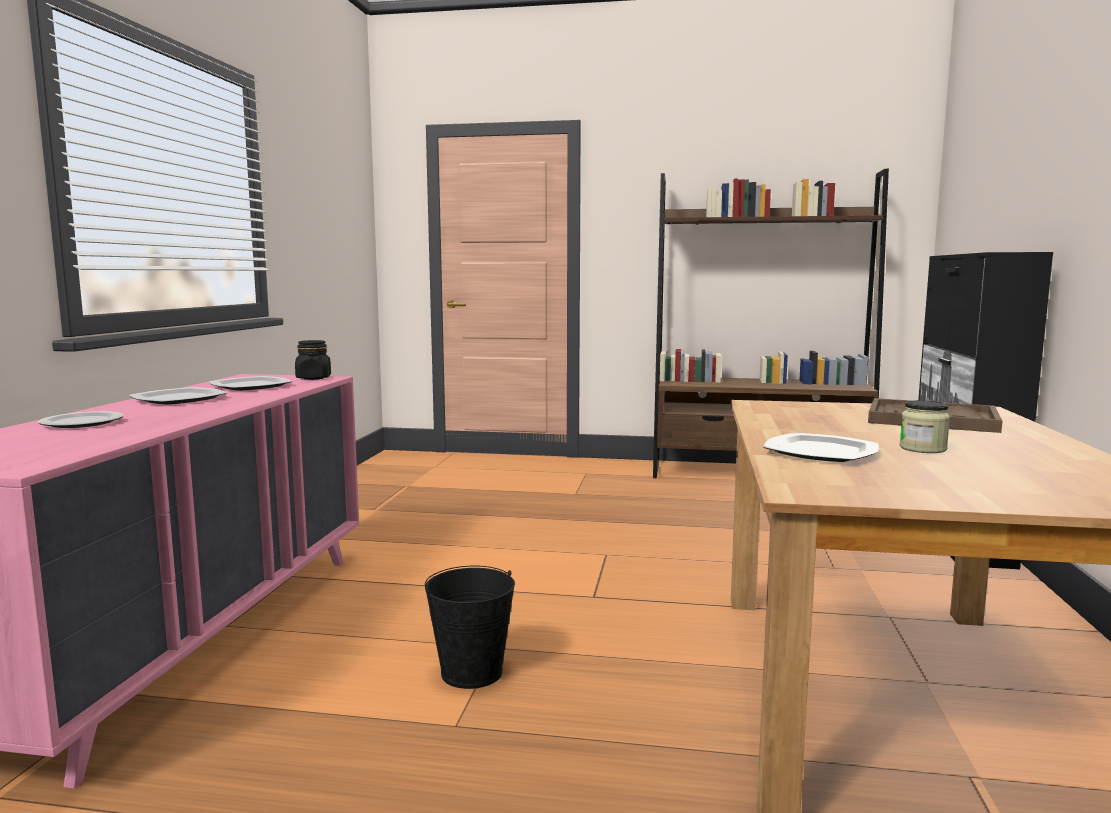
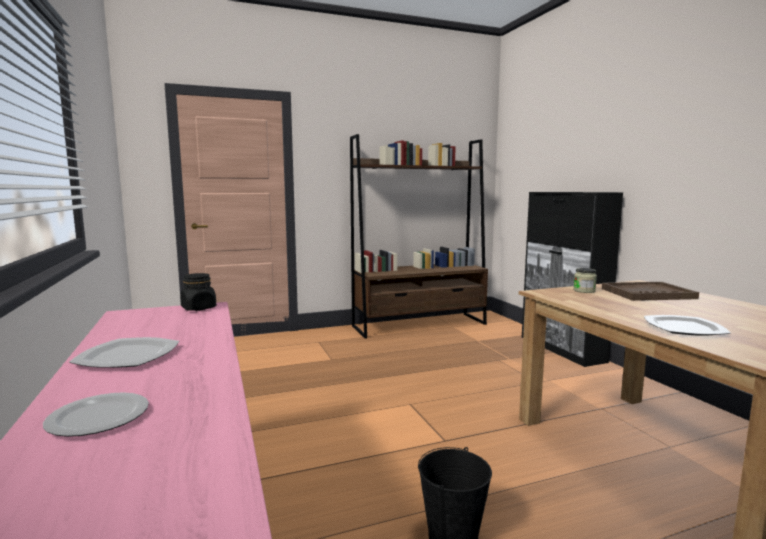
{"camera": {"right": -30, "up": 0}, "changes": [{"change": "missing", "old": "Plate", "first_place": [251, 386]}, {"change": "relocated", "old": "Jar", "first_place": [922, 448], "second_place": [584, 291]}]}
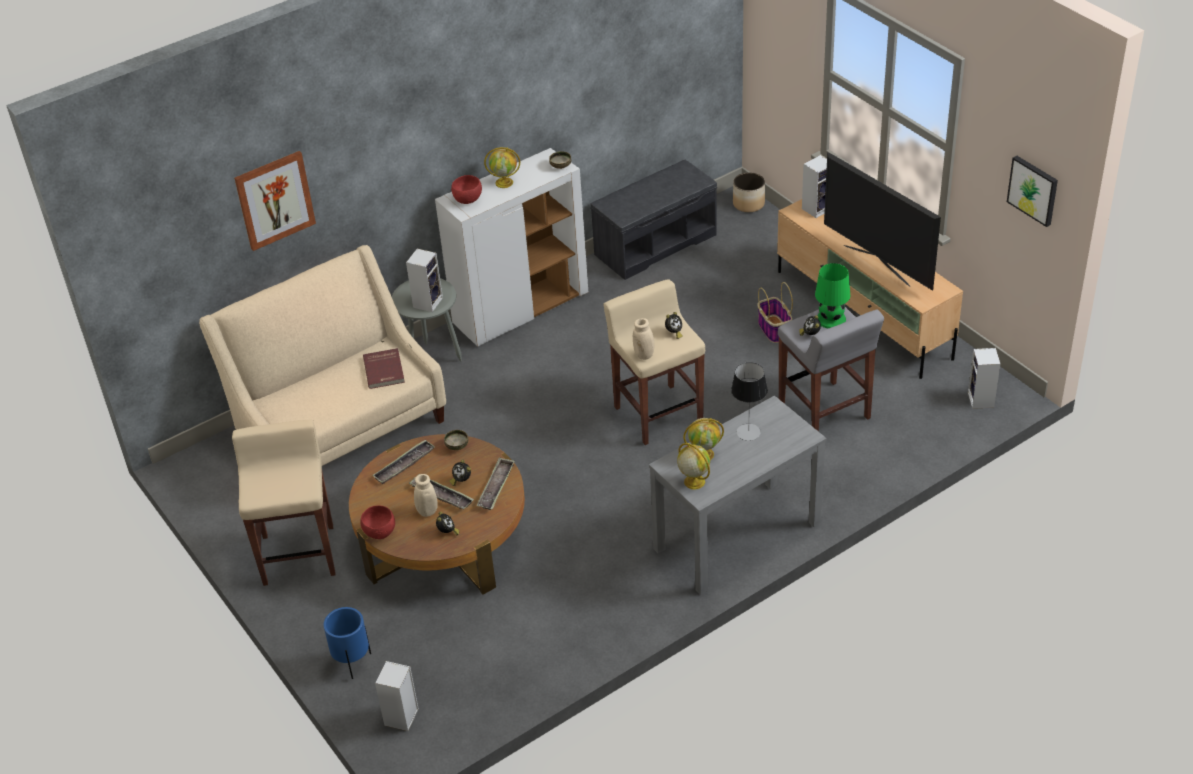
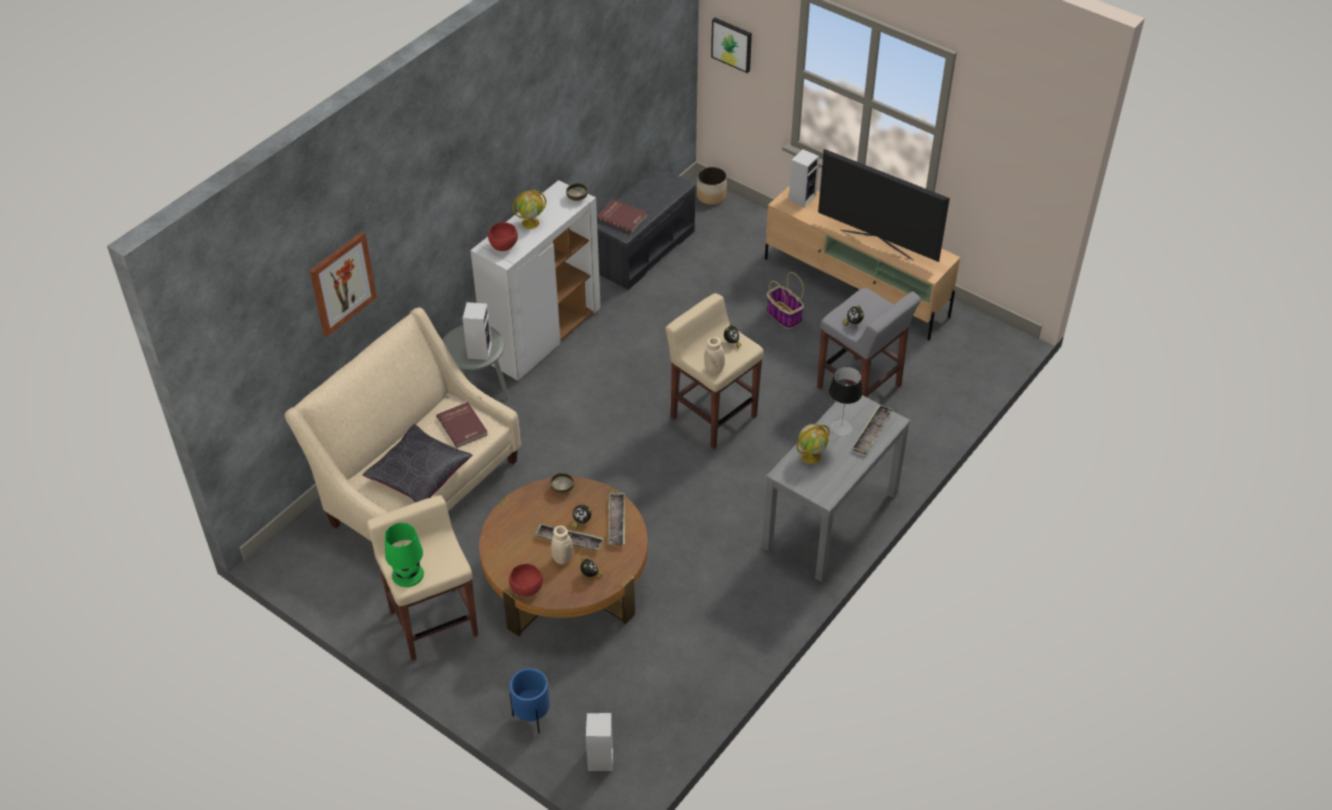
{"camera": {"right": -20, "up": 5}, "changes": [{"change": "relocated", "old": "Picture", "first_place": [1033, 190], "second_place": [732, 44]}, {"change": "relocated", "old": "GreenTableLamp", "first_place": [831, 319], "second_place": [408, 574]}, {"change": "missing", "old": "Speaker", "first_place": [981, 400]}, {"change": "relocated", "old": "Tray", "first_place": [404, 465], "second_place": [872, 432]}, {"change": "missing", "old": "Globe", "first_place": [693, 481]}, {"change": "appeared", "new": "RedBook", "second_place": [622, 217]}, {"change": "appeared", "new": "BlackPillow", "second_place": [419, 474]}]}
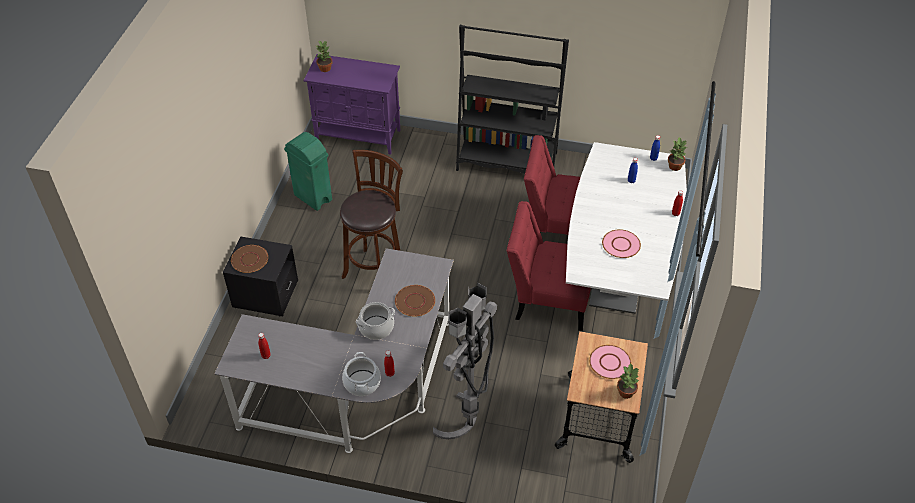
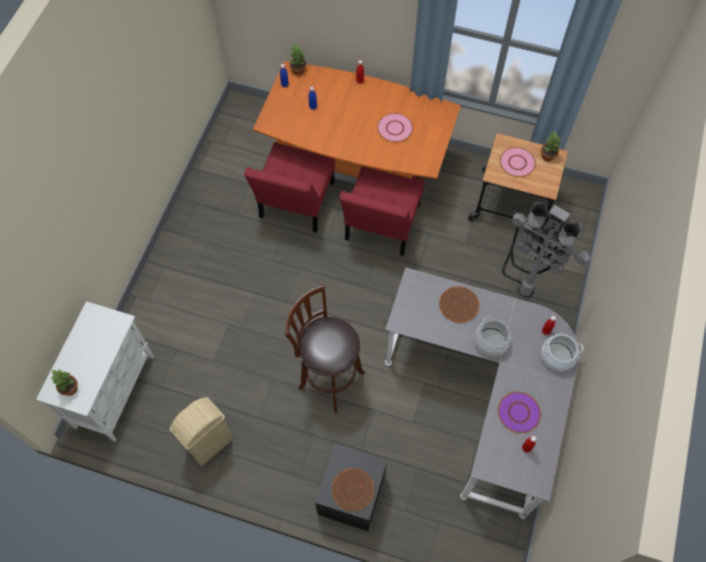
{"camera": {"right": -85, "up": 15}, "changes": [{"change": "missing", "old": "BlackBookcase", "first_place": [507, 162]}, {"change": "colour", "old": "PurpleCabinet", "new": "WhiteCabinet", "first_place": [359, 136], "second_place": [115, 390]}, {"change": "colour", "old": "GreenTrashCan", "new": "BeigeTrashCan", "first_place": [313, 198], "second_place": [210, 444]}, {"change": "colour", "old": "WhiteDiningTable", "new": "OrangeDiningTable", "first_place": [617, 275], "second_place": [357, 167]}, {"change": "appeared", "new": "PurplePlate", "second_place": [519, 413]}]}
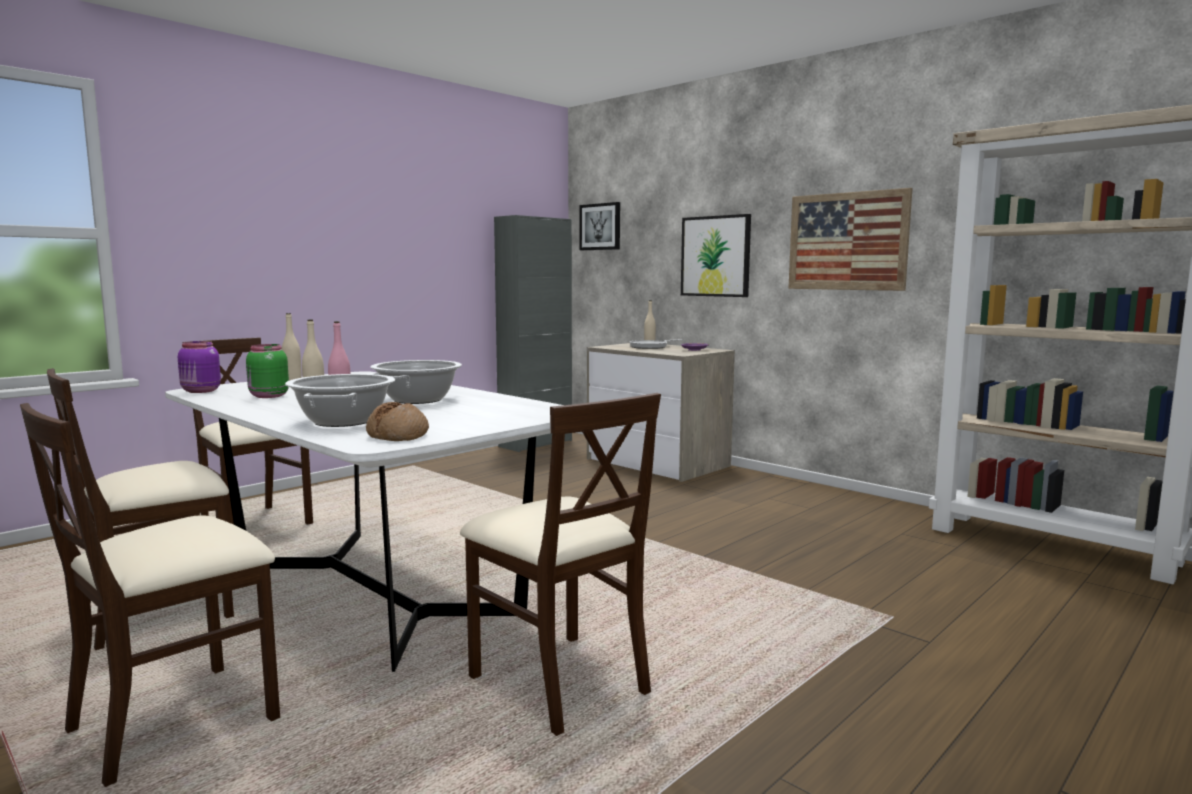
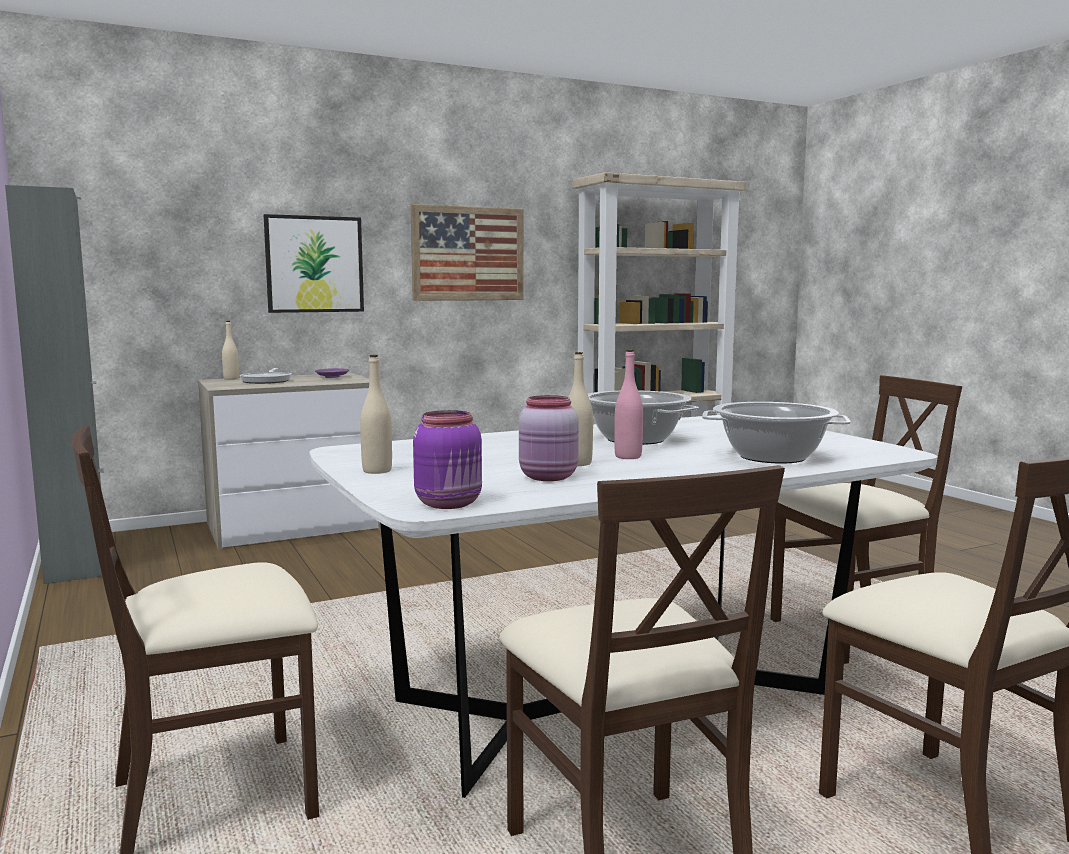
{"camera": {"right": -70, "up": 0}, "changes": [{"change": "missing", "old": "Picture", "first_place": [600, 227]}, {"change": "colour", "old": "GreenJar", "new": "PinkJar", "first_place": [268, 396], "second_place": [549, 477]}, {"change": "missing", "old": "Bread", "first_place": [398, 435]}]}
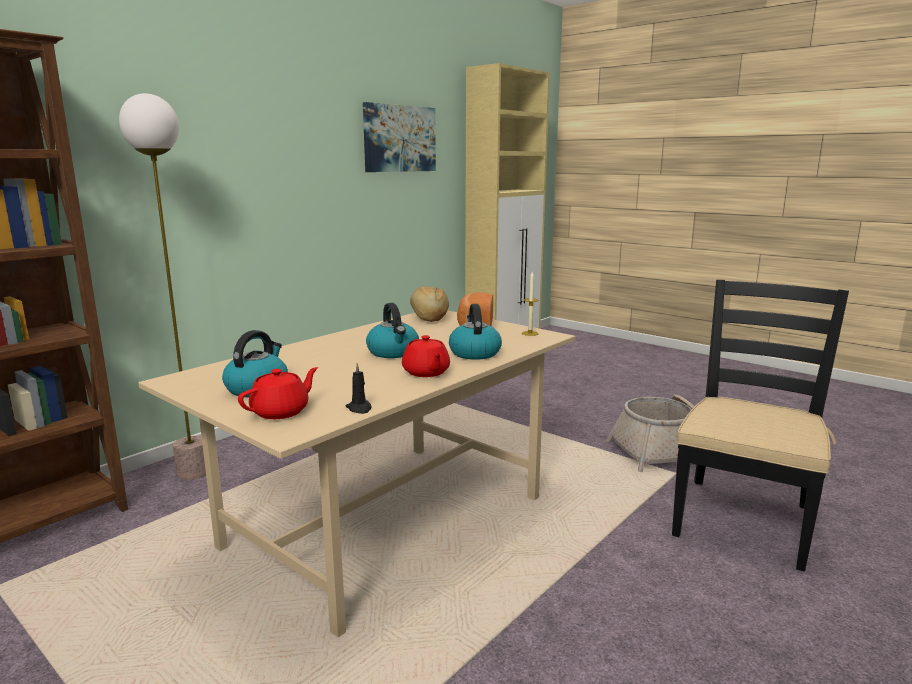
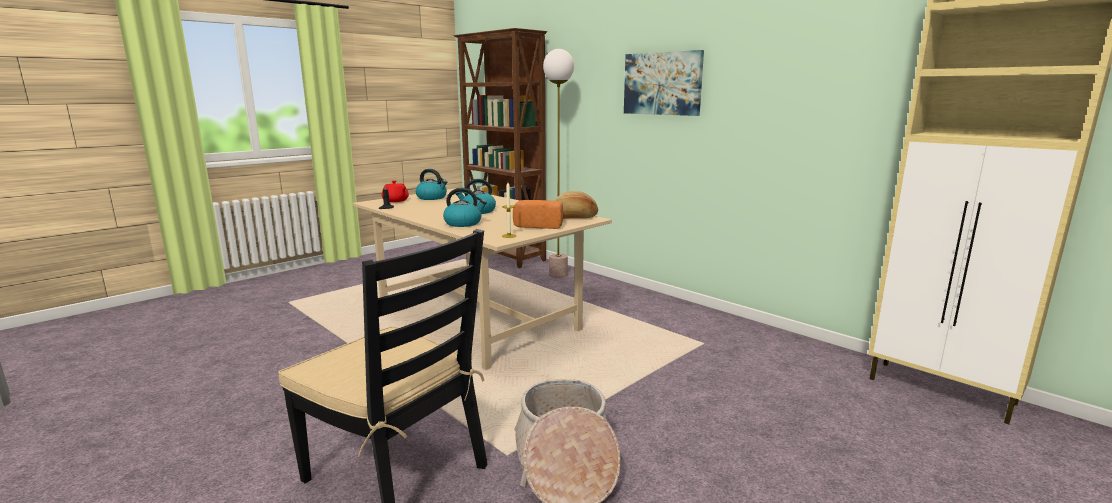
{"camera": {"right": 95, "up": 0}, "changes": [{"change": "relocated", "old": "Picture", "first_place": [399, 139], "second_place": [662, 83]}, {"change": "missing", "old": "RedTeapot", "first_place": [426, 372]}]}
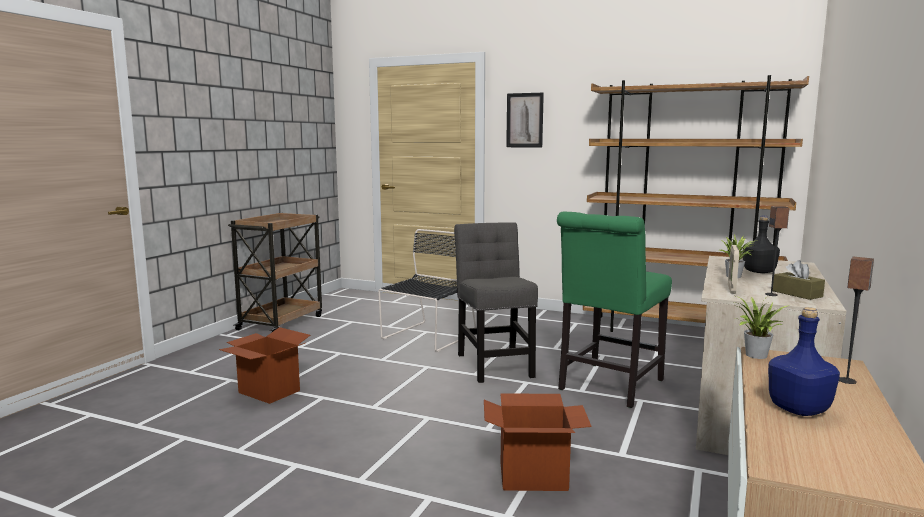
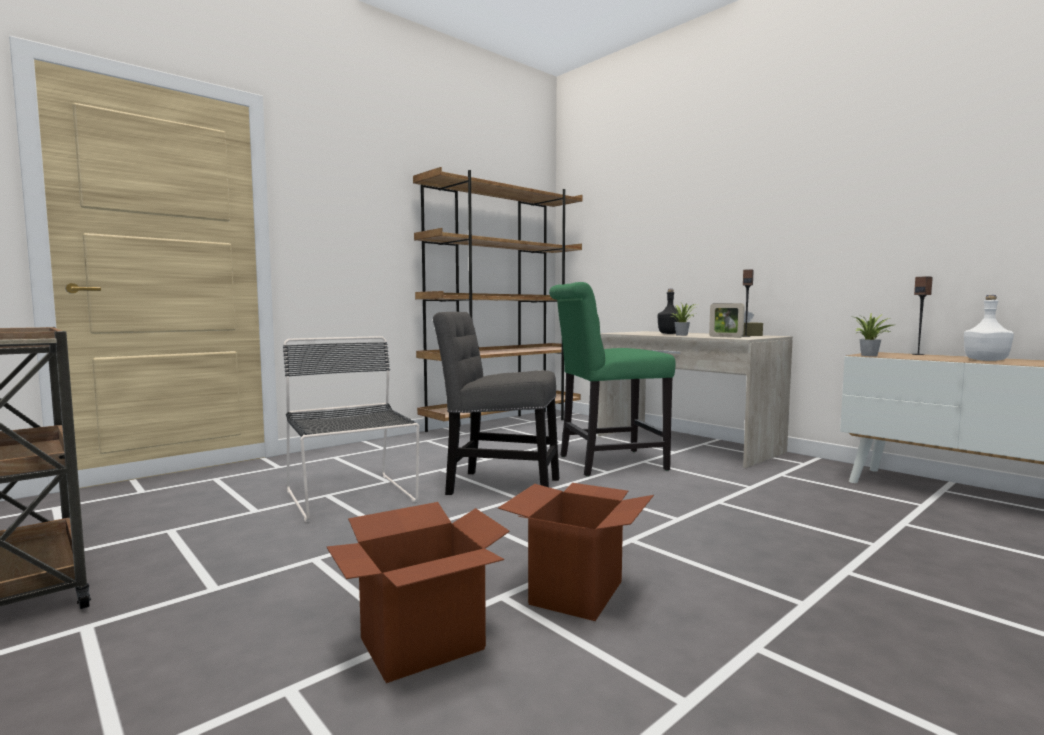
{"camera": {"right": -65, "up": -5}, "changes": [{"change": "missing", "old": "Picture", "first_place": [524, 120]}, {"change": "spun", "old": "GreenChair", "first_place": [608, 386], "second_place": [606, 463], "degrees": 105}, {"change": "colour", "old": "BlueBottle", "new": "WhiteBottle", "first_place": [800, 410], "second_place": [986, 360]}, {"change": "relocated", "old": "CardboardBox", "first_place": [533, 476], "second_place": [576, 592]}]}
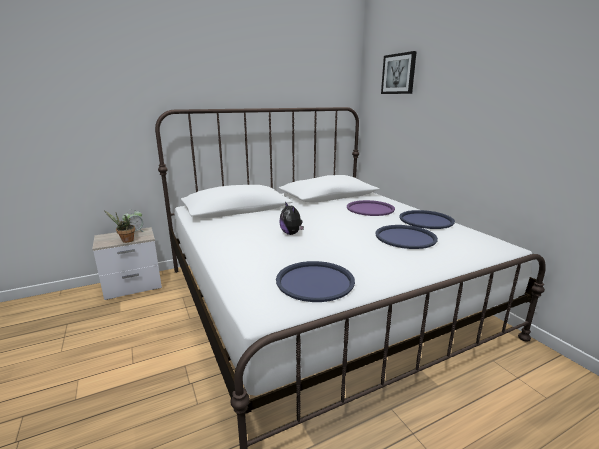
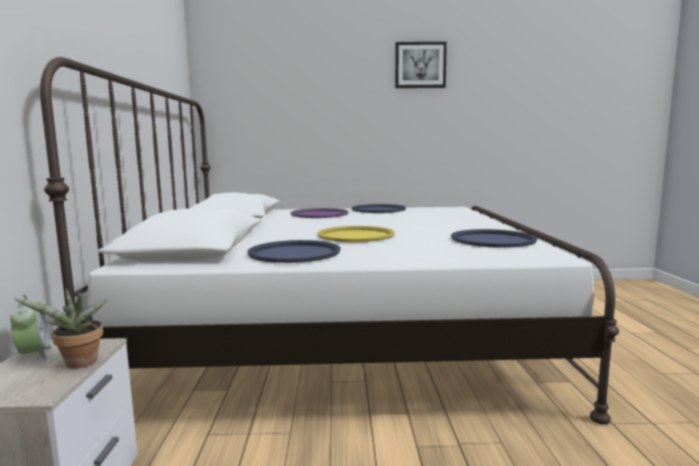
{"camera": {"right": -65, "up": -10}, "changes": [{"change": "relocated", "old": "Picture", "first_place": [398, 74], "second_place": [420, 65]}, {"change": "exchanged", "old": "PlushToy", "new": "YellowTray", "first_place": [291, 233], "second_place": [355, 235]}, {"change": "relocated", "old": "BlueTray", "first_place": [405, 237], "second_place": [294, 253]}]}
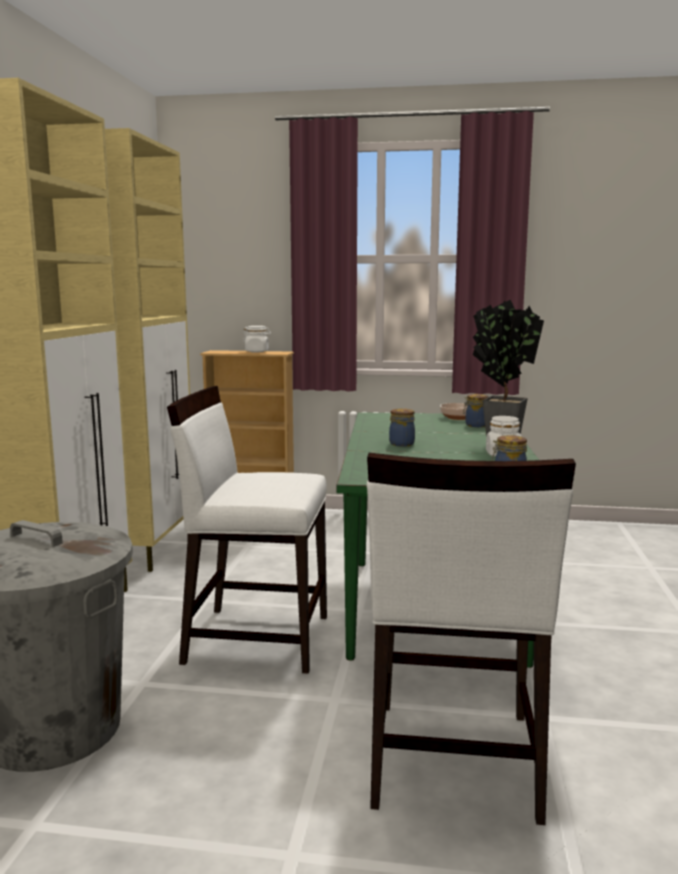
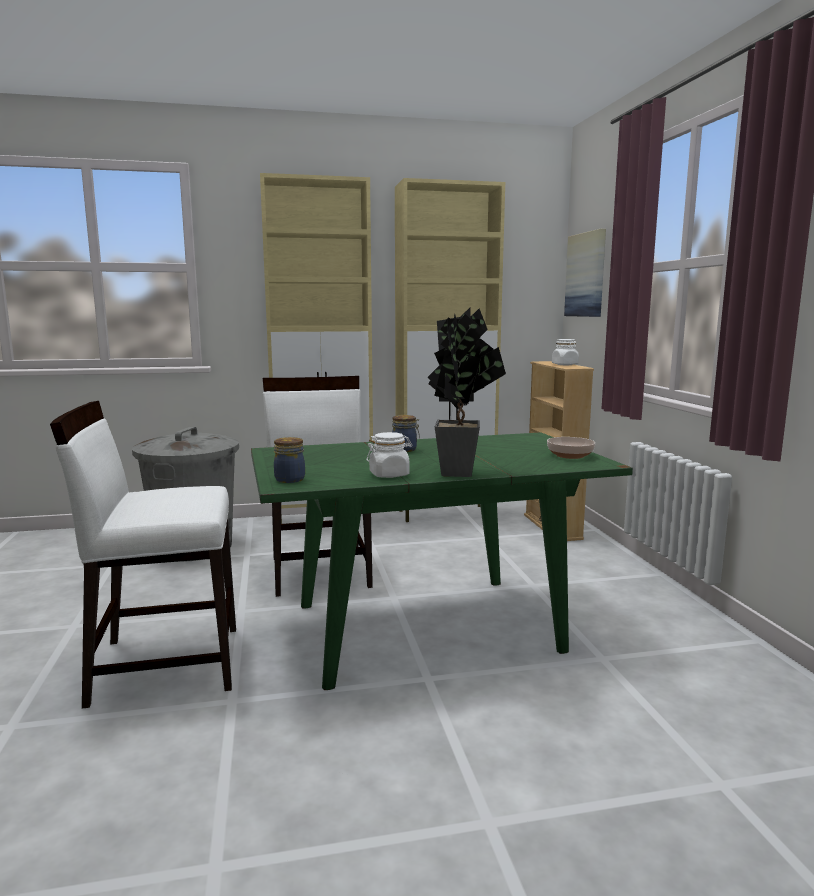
{"camera": {"right": 70, "up": 0}, "changes": [{"change": "missing", "old": "Jar", "first_place": [475, 425]}, {"change": "appeared", "new": "Picture", "second_place": [586, 275]}]}
